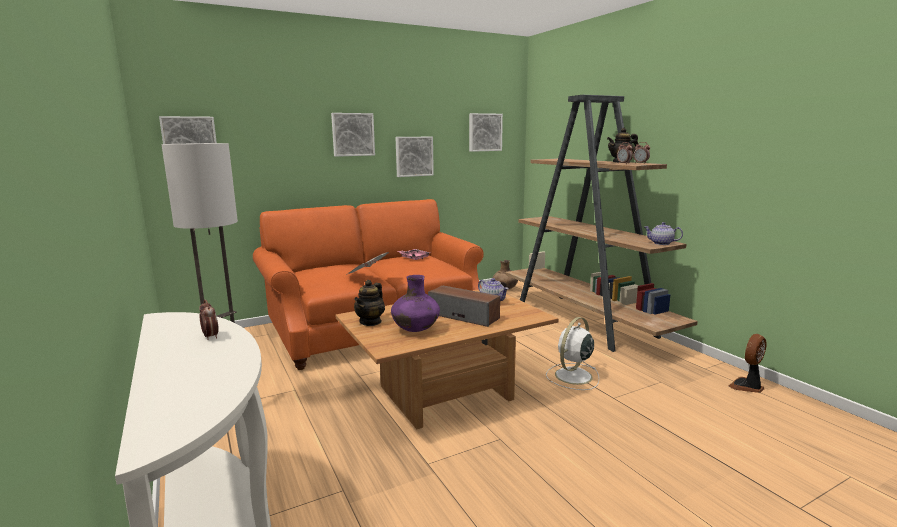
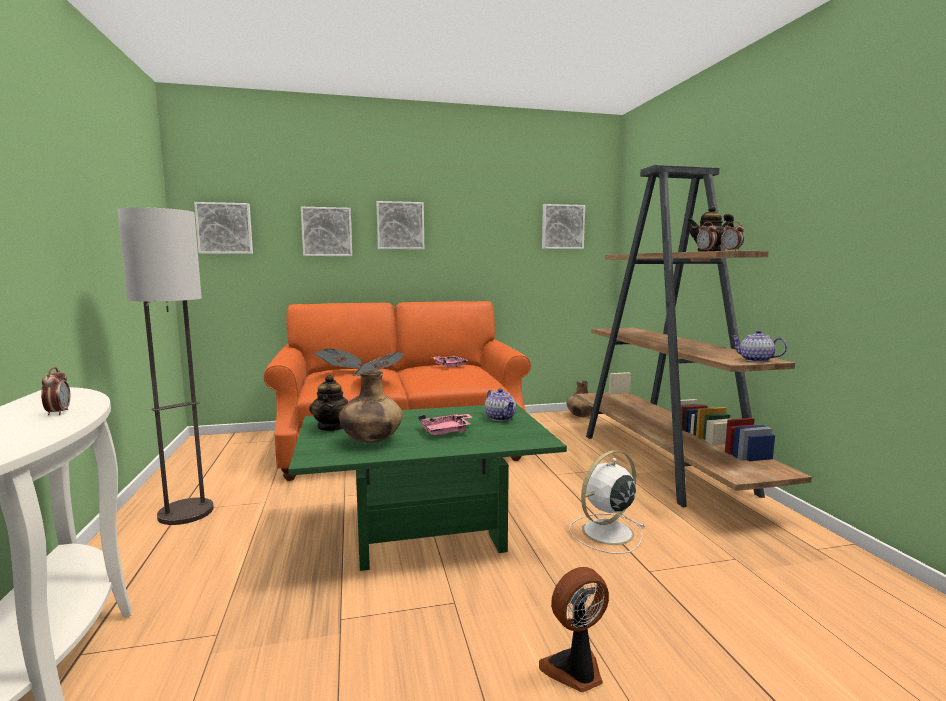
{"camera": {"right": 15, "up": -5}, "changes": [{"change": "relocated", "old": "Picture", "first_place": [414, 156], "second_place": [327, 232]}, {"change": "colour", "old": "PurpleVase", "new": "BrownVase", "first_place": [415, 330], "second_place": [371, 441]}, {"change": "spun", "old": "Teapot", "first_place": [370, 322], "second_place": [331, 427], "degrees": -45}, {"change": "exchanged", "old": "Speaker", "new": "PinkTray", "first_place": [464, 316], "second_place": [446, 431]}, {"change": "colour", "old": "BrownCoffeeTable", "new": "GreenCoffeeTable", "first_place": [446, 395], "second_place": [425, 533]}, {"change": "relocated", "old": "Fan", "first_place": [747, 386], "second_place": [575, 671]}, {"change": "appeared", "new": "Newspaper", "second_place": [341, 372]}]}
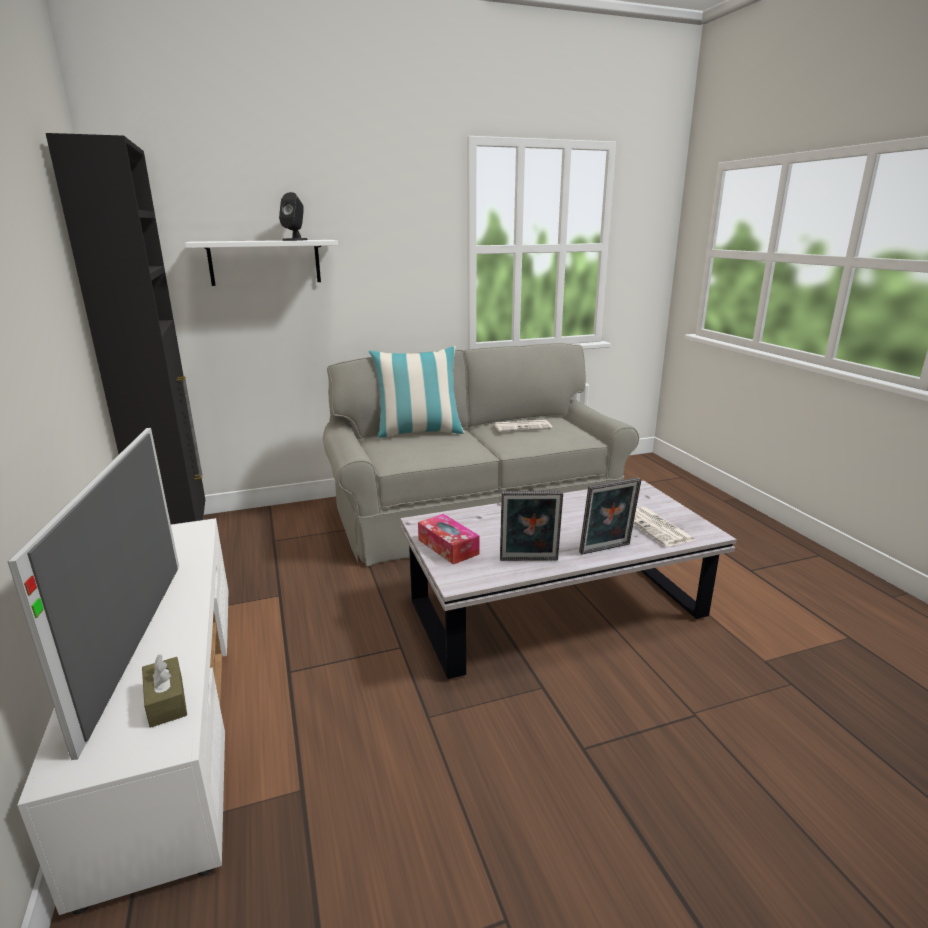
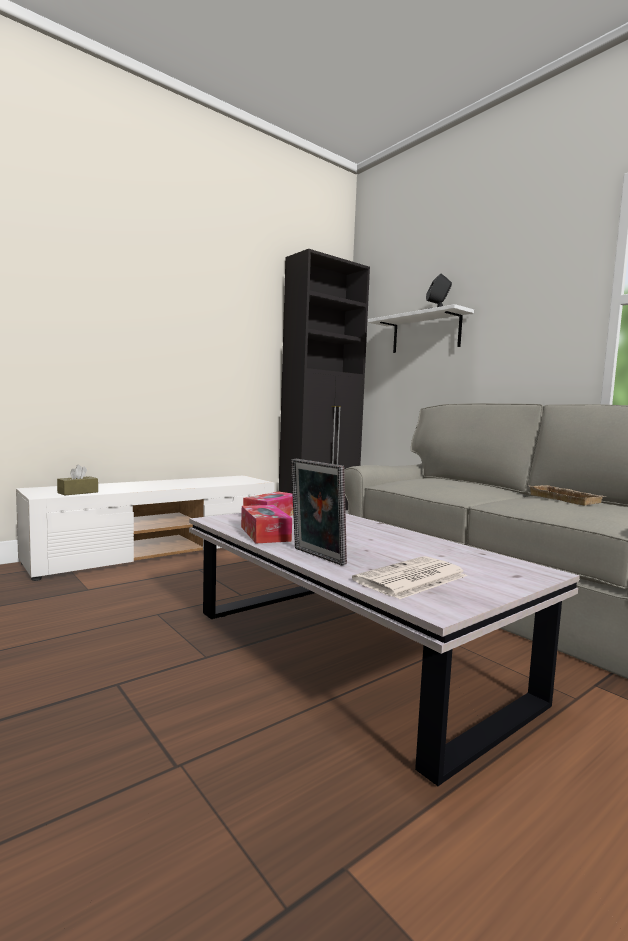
{"camera": {"right": 70, "up": -15}, "changes": [{"change": "missing", "old": "Pillow", "first_place": [419, 432]}, {"change": "exchanged", "old": "Newspaper", "new": "BeigeTray", "first_place": [523, 426], "second_place": [567, 499]}, {"change": "missing", "old": "Television", "first_place": [138, 641]}, {"change": "exchanged", "old": "PictureFrame", "new": "TissueBox", "first_place": [529, 561], "second_place": [265, 534]}]}
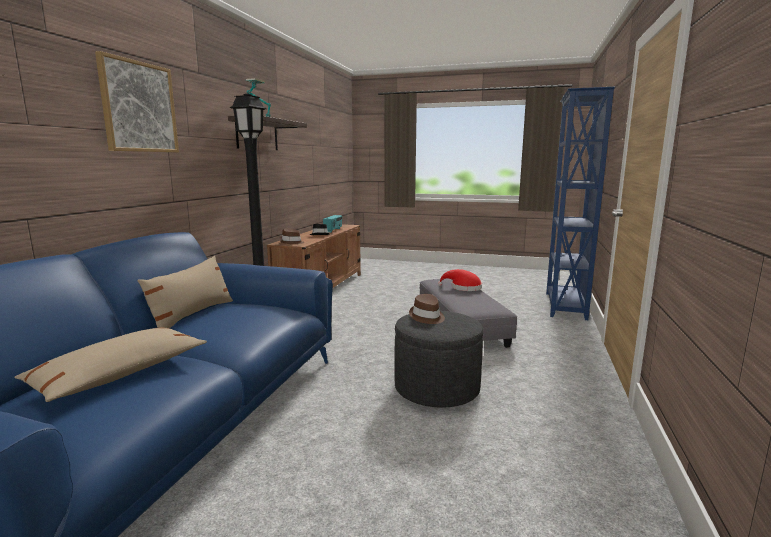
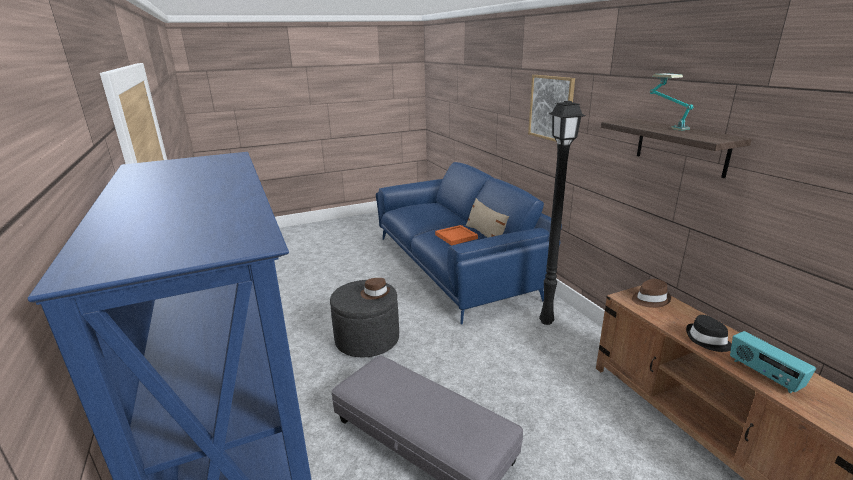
{"camera": {"right": 140, "up": 10}, "changes": [{"change": "missing", "old": "RedHat", "first_place": [463, 288]}, {"change": "missing", "old": "BeigePillow", "first_place": [120, 374]}, {"change": "appeared", "new": "OrangeTray", "second_place": [455, 236]}]}
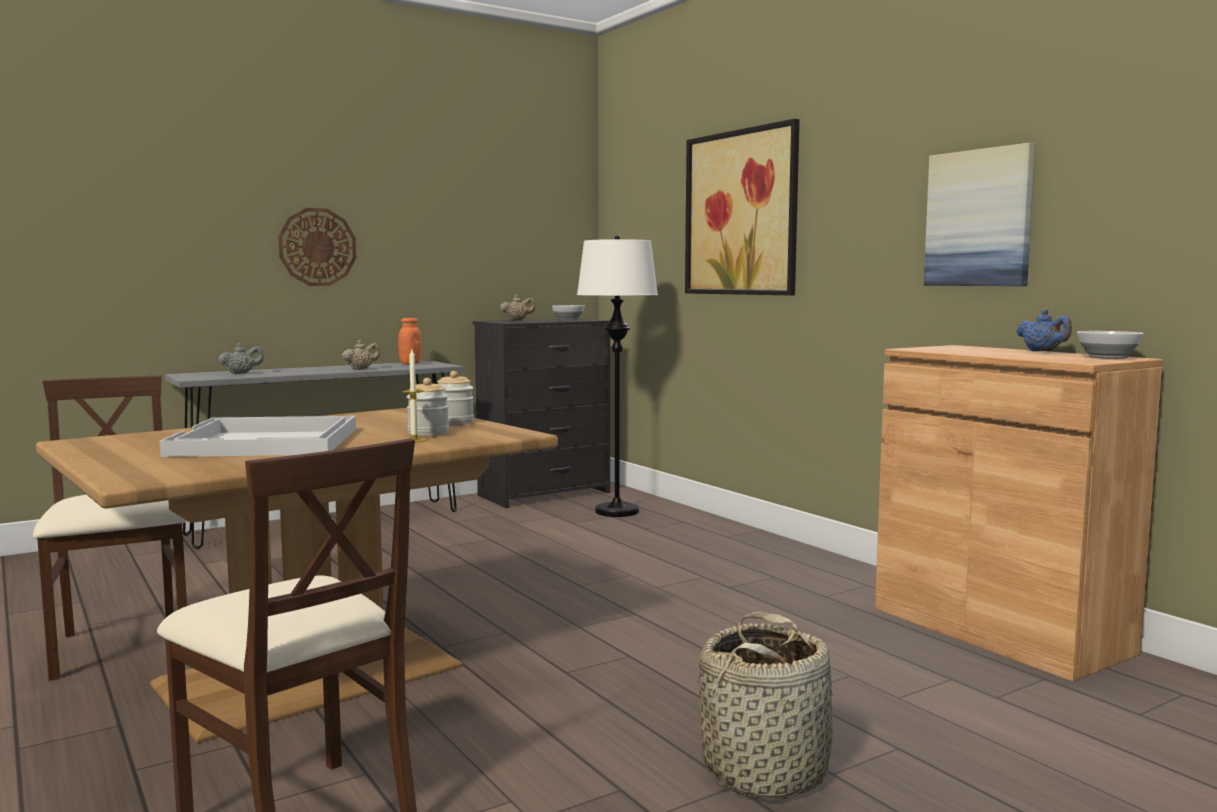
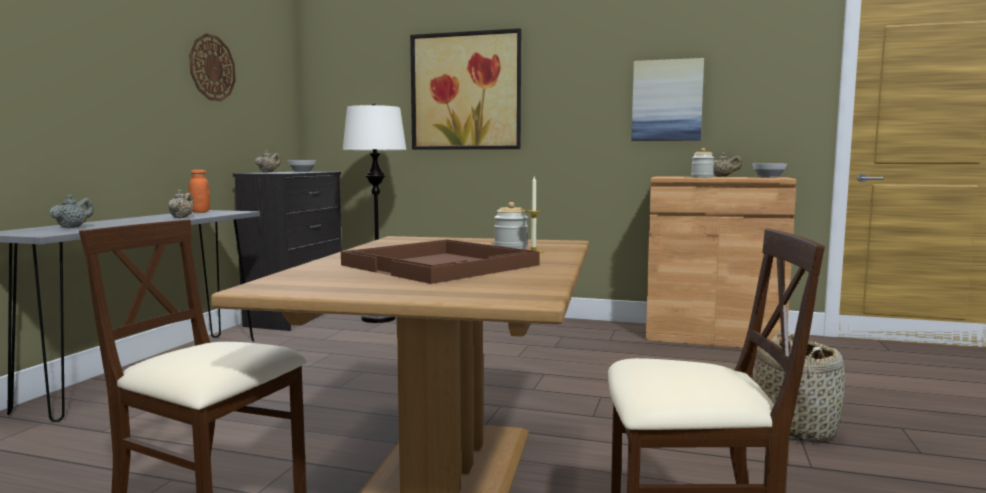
{"camera": {"right": -40, "up": 0}, "changes": [{"change": "relocated", "old": "WallClock", "first_place": [317, 247], "second_place": [212, 68]}, {"change": "colour", "old": "BlueTeapot", "new": "BeigeTeapot", "first_place": [1043, 352], "second_place": [723, 176]}, {"change": "relocated", "old": "Jar", "first_place": [454, 422], "second_place": [702, 177]}, {"change": "colour", "old": "WhiteTray", "new": "BrownTray", "first_place": [267, 442], "second_place": [442, 265]}]}
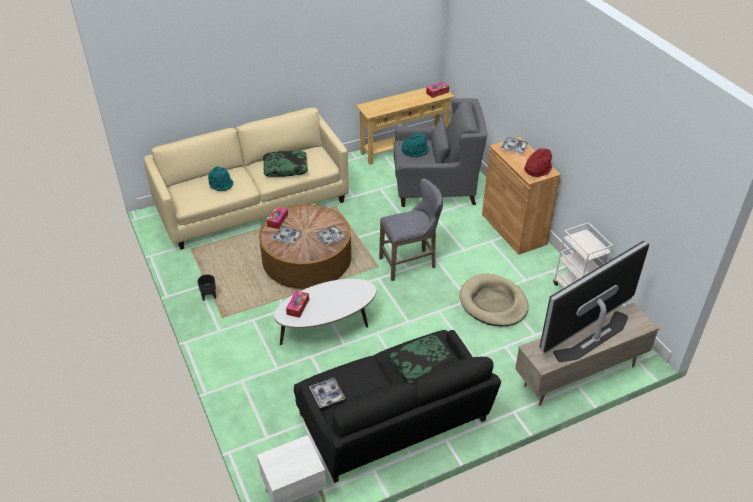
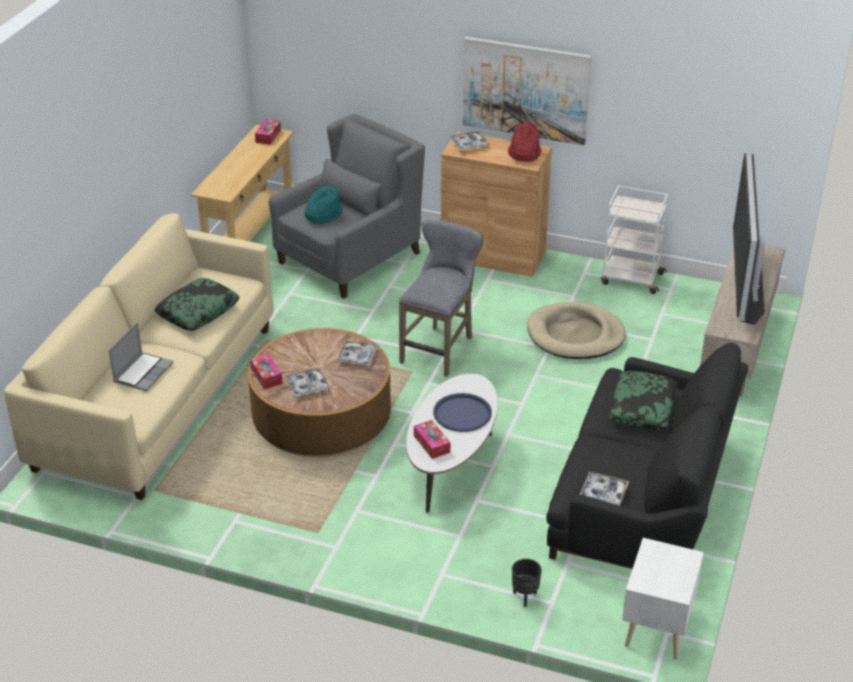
{"camera": {"right": -45, "up": -5}, "changes": [{"change": "exchanged", "old": "TurquoiseHat", "new": "Laptop", "first_place": [221, 184], "second_place": [143, 372]}, {"change": "relocated", "old": "BlackPlanter", "first_place": [209, 296], "second_place": [524, 597]}, {"change": "appeared", "new": "Picture", "second_place": [525, 90]}, {"change": "appeared", "new": "BlueTray", "second_place": [462, 413]}]}
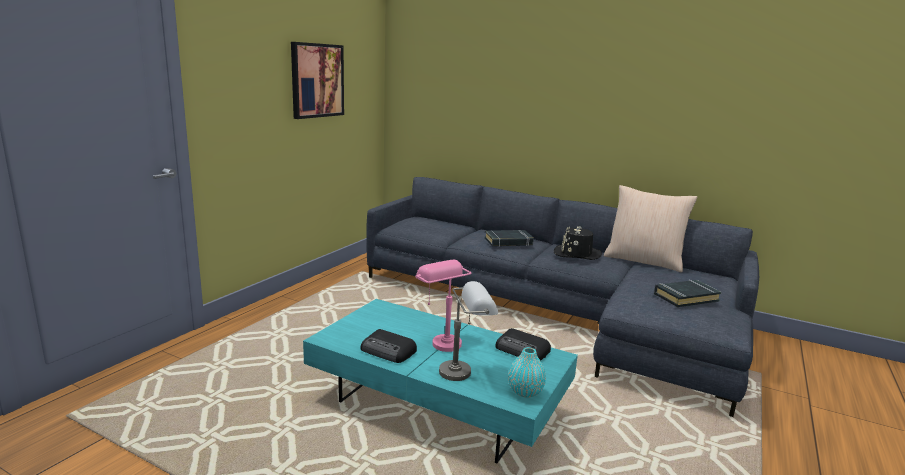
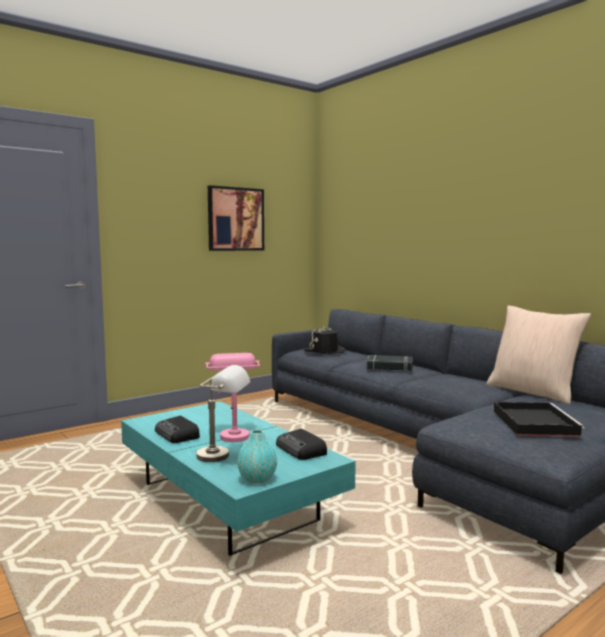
{"camera": {"right": 25, "up": -10}, "changes": [{"change": "relocated", "old": "BlackHat", "first_place": [577, 254], "second_place": [325, 351]}, {"change": "exchanged", "old": "BlackBook", "new": "BlackTray", "first_place": [685, 297], "second_place": [533, 422]}]}
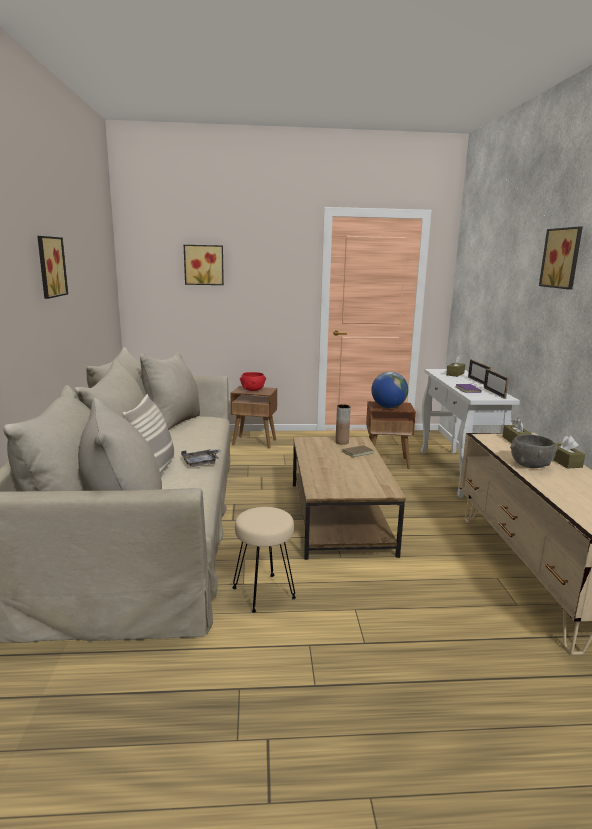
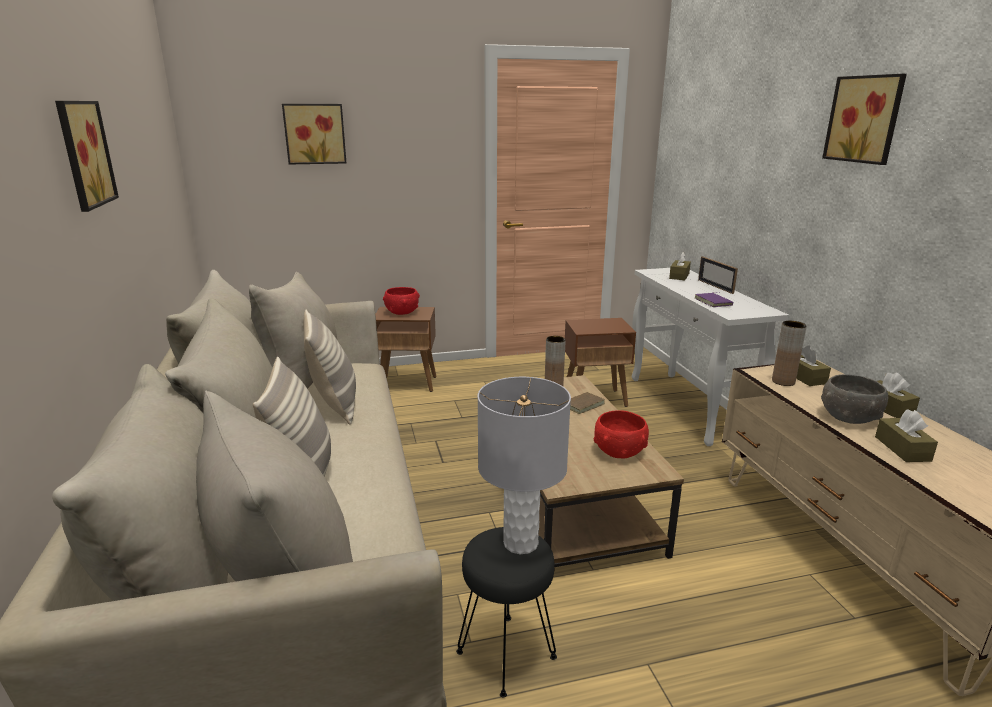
{"camera": {"right": -10, "up": 5}, "changes": [{"change": "missing", "old": "PictureFrame", "first_place": [494, 393]}, {"change": "missing", "old": "Globe", "first_place": [388, 407]}, {"change": "missing", "old": "GreyTray", "first_place": [202, 463]}, {"change": "colour", "old": "BeigeStool", "new": "BlackStool", "first_place": [264, 592], "second_place": [507, 654]}, {"change": "appeared", "new": "Pillow", "second_place": [334, 405]}, {"change": "appeared", "new": "BrownVase", "second_place": [783, 381]}, {"change": "appeared", "new": "GreyTableLamp", "second_place": [520, 542]}, {"change": "appeared", "new": "BrownTissueBox", "second_place": [902, 449]}, {"change": "appeared", "new": "RedBowl", "second_place": [619, 451]}]}
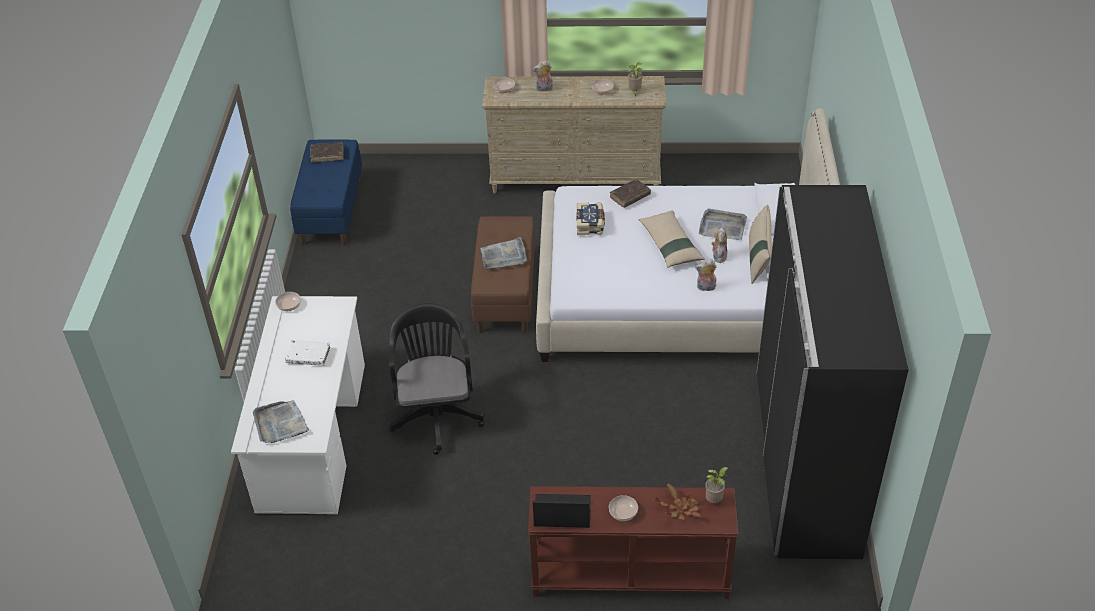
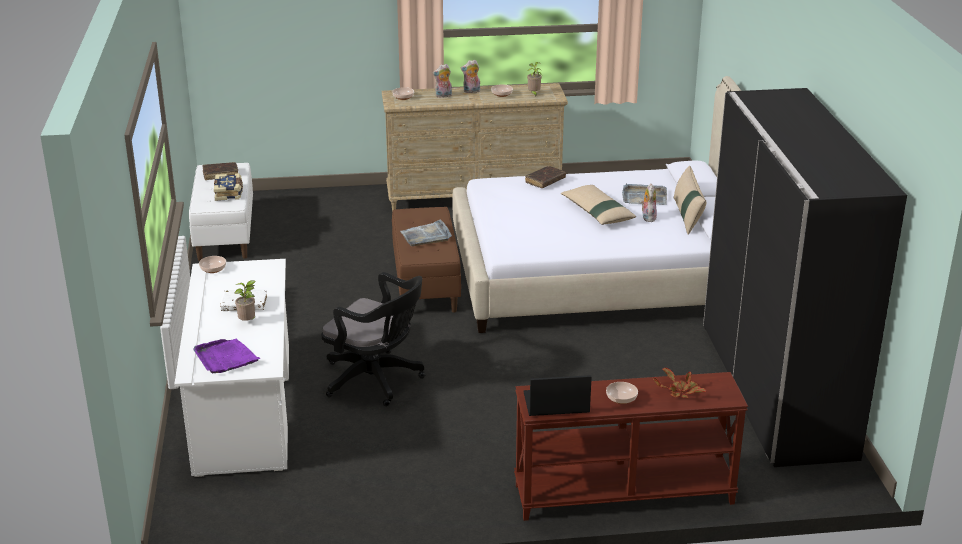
{"camera": {"right": -10, "up": -15}, "changes": [{"change": "colour", "old": "BlueBench", "new": "WhiteBench", "first_place": [331, 211], "second_place": [224, 234]}, {"change": "relocated", "old": "Book", "first_place": [590, 224], "second_place": [229, 193]}, {"change": "relocated", "old": "PlushToy", "first_place": [705, 288], "second_place": [471, 91]}, {"change": "spun", "old": "BlackOfficeChair", "first_place": [436, 414], "second_place": [376, 381], "degrees": 135}, {"change": "colour", "old": "GreyTray", "new": "PurpleTray", "first_place": [280, 424], "second_place": [225, 358]}, {"change": "relocated", "old": "PottedPlant", "first_place": [714, 500], "second_place": [248, 322]}]}
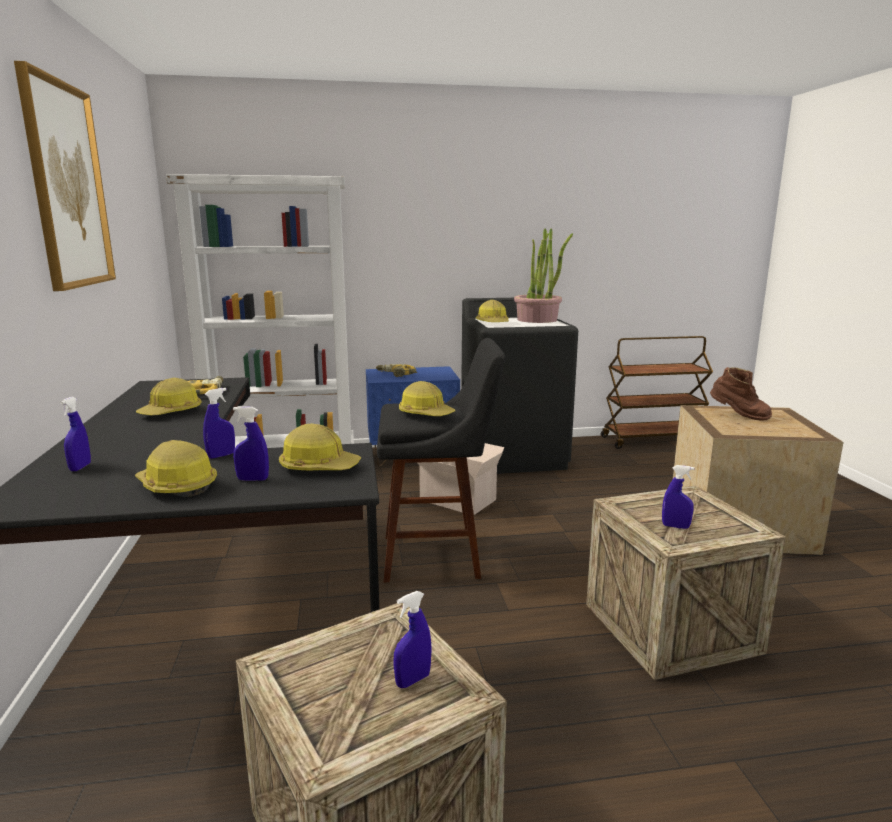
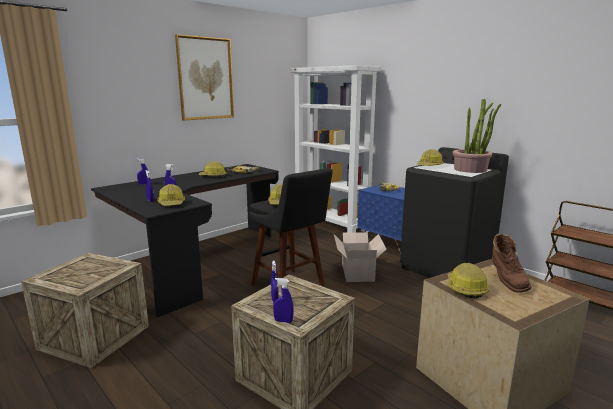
{"camera": {"right": 55, "up": 0}, "changes": [{"change": "relocated", "old": "HardHat", "first_place": [177, 486], "second_place": [465, 288]}, {"change": "relocated", "old": "BlueSprayBottle", "first_place": [413, 680], "second_place": [283, 321]}]}
